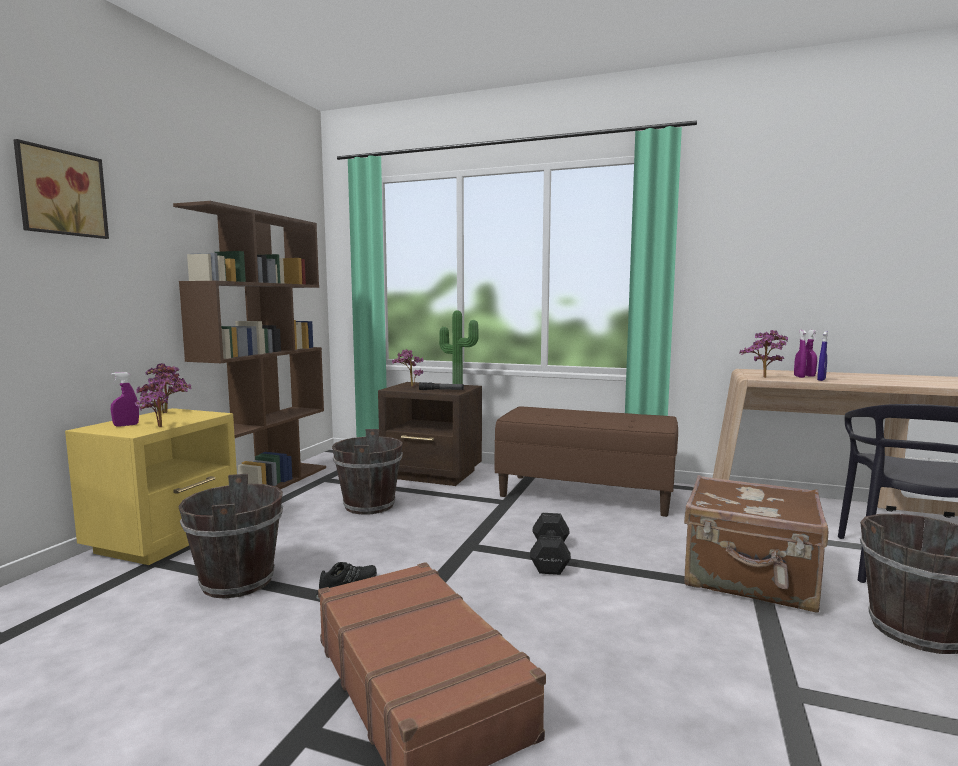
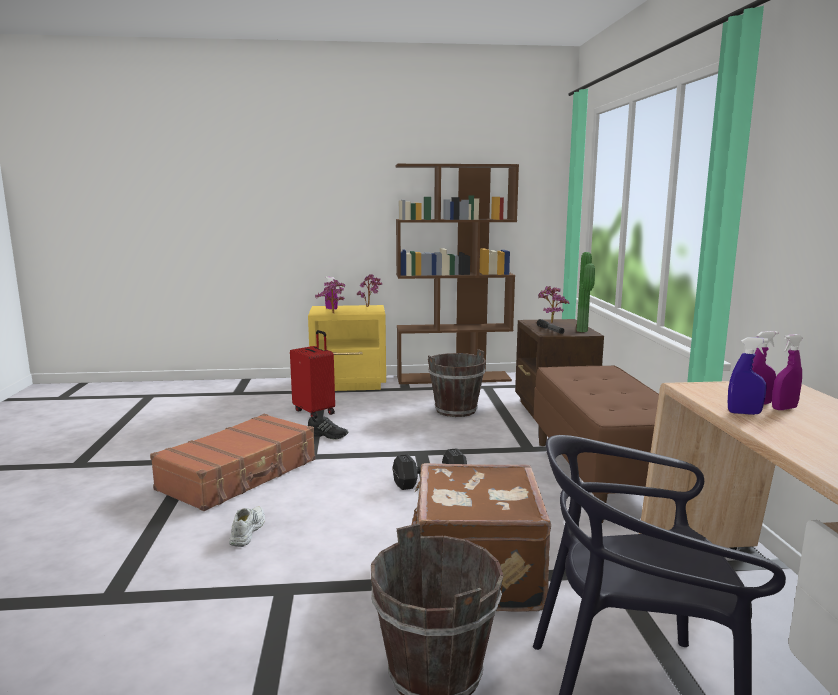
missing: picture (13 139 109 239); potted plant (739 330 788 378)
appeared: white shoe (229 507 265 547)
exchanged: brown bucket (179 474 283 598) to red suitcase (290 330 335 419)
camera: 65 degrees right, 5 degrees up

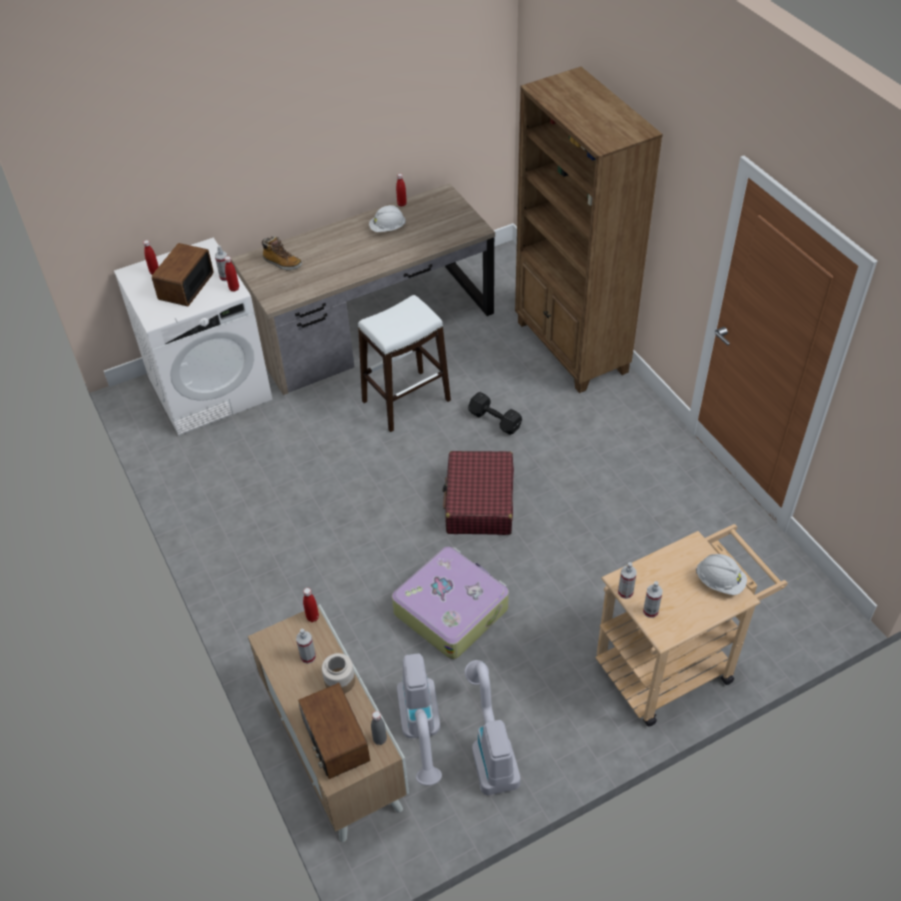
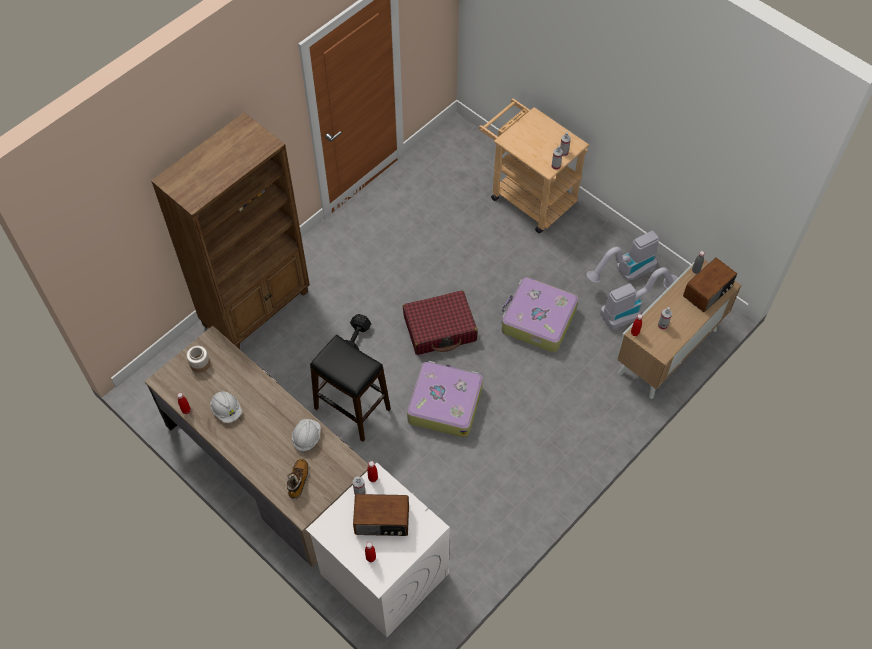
appeared: suitcase (407 361 483 438)
relocated: jar (322 653 355 694) to (186 346 210 373); white hard hat (696 554 747 595) to (292 419 321 453)
colour: white stool (358 295 451 432) to black stool (310 335 391 442)
camera: 110 degrees left, 10 degrees up

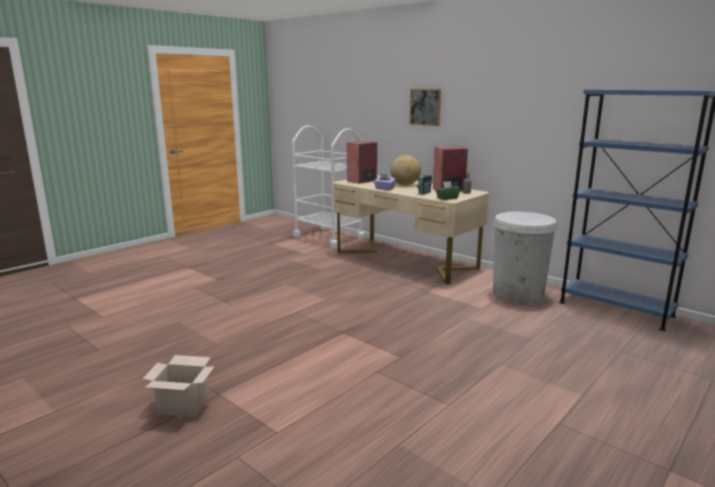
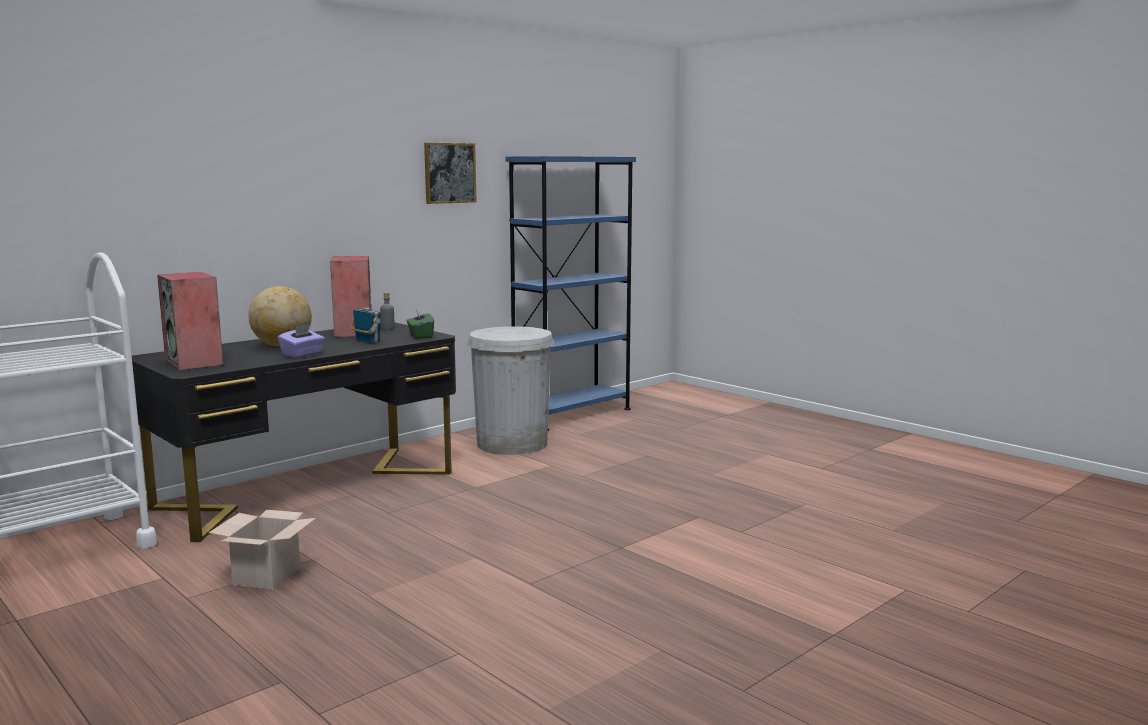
relocated: cardboard box (142 355 215 417) to (209 510 316 589); picture (410 89 441 126) to (424 143 477 204)
colour: beige desk (333 175 489 284) to black desk (132 322 456 542)
camera: 85 degrees left, 5 degrees down

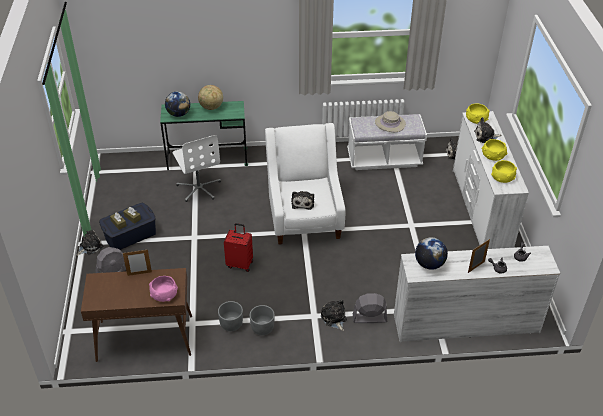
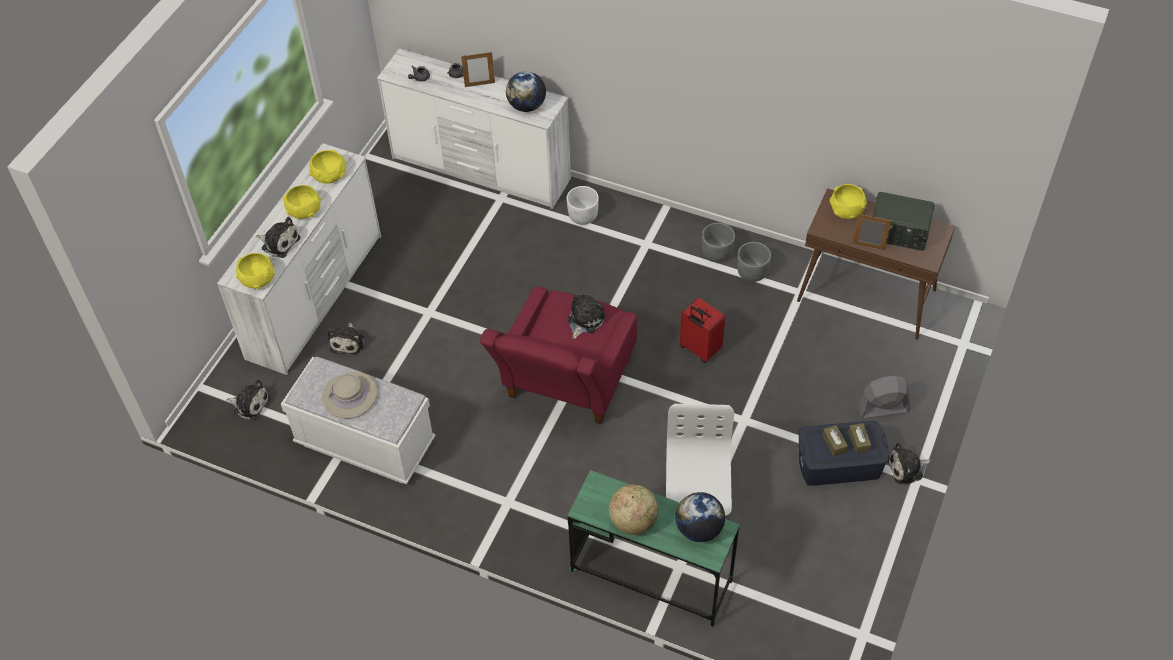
appeared: radio (873 192 935 251)
relocated: plush toy (321 300 347 331) to (327 322 364 355)
exchanged: grey fan (353 293 387 323) to white planter (567 186 599 225)
colour: pink bowl (149 276 178 302) to yellow bowl (830 184 867 219); white armchair (265 123 345 245) to red armchair (480 286 637 424)
camera: 150 degrees left, 10 degrees up

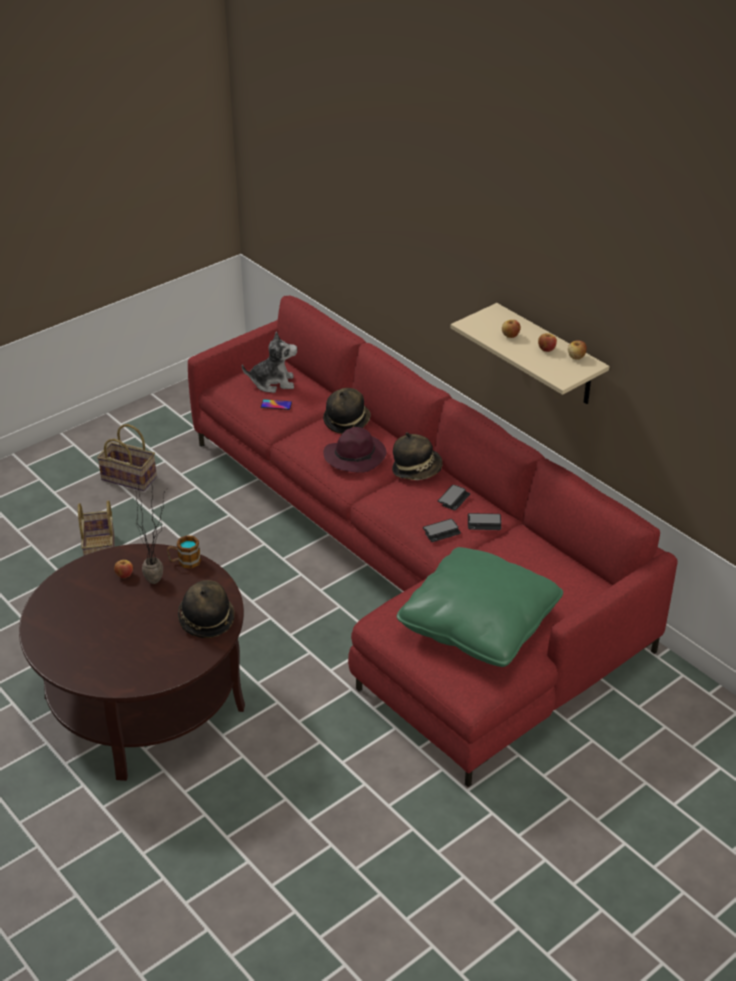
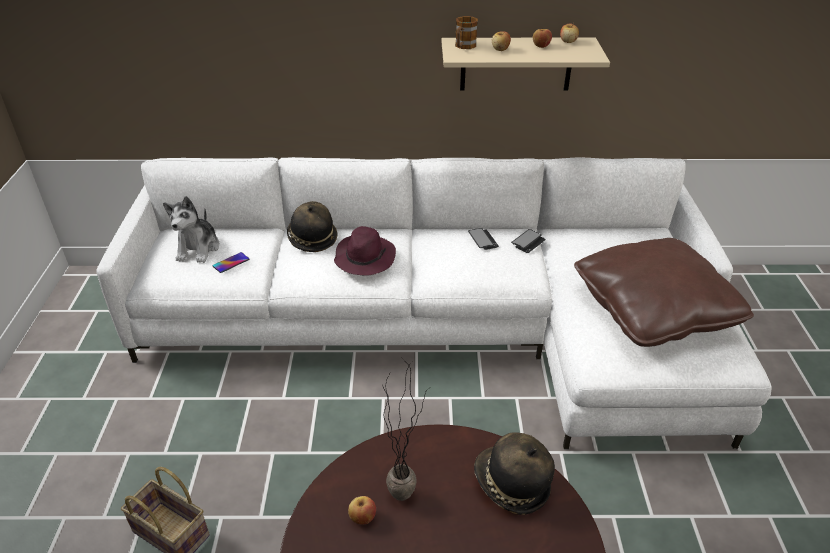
missing: basket (97 424 157 491); hat (392 432 443 480); phone (423 519 461 542)
relocated: mug (167 535 201 569) to (455 16 478 49)
colour: red sofa (188 296 678 787) to white sofa (97 157 771 449); green pillow (397 547 563 667) to brown pillow (574 238 754 347)
spun: plush toy (242 331 297 393) = (163 196 219 263) 150 degrees clockwise
camera: 50 degrees left, 0 degrees up

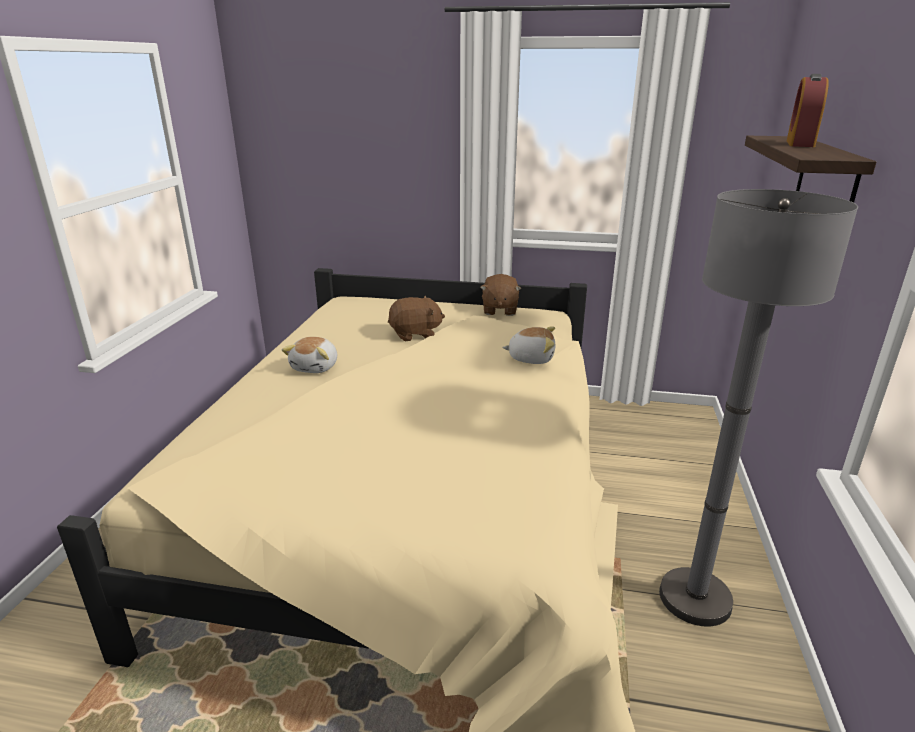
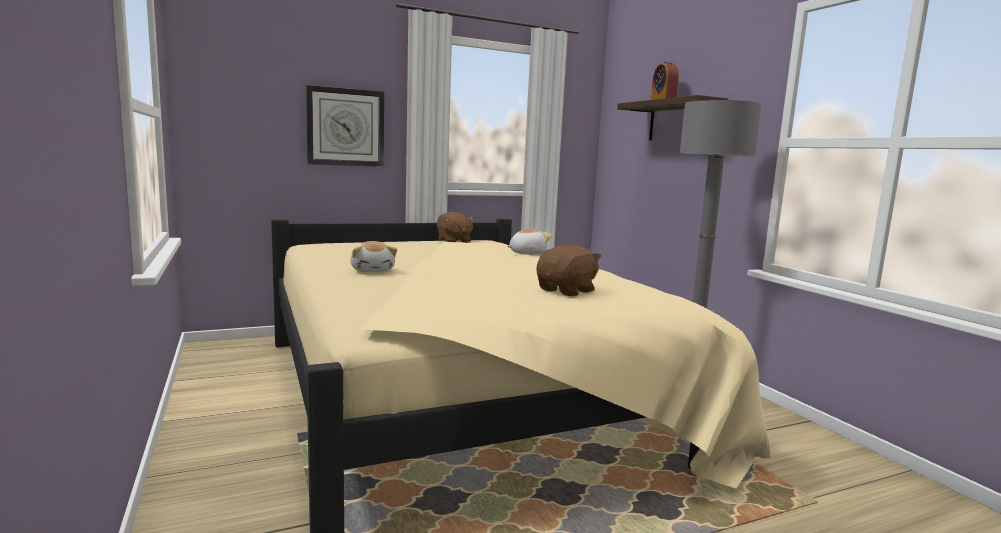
appeared: wall clock (306 85 384 167)
relocated: brown plush toy (388 296 445 341) to (537 246 602 296)
camera: 35 degrees left, 15 degrees down

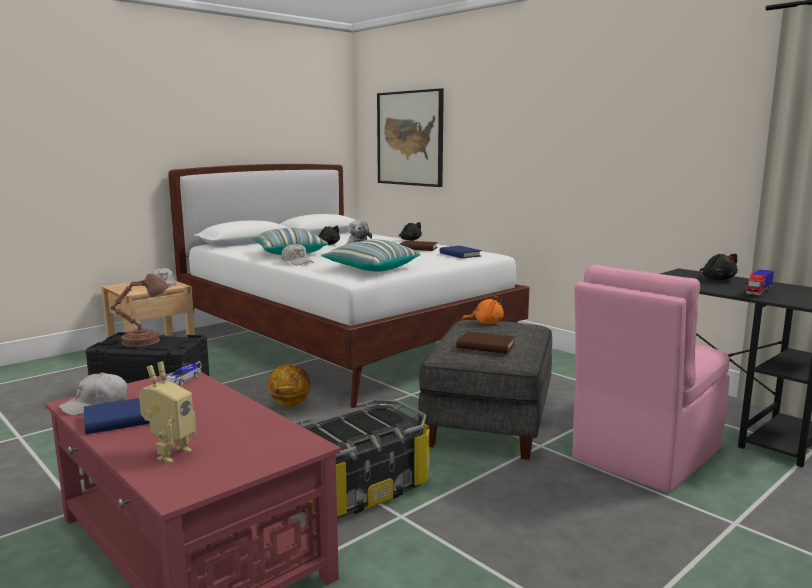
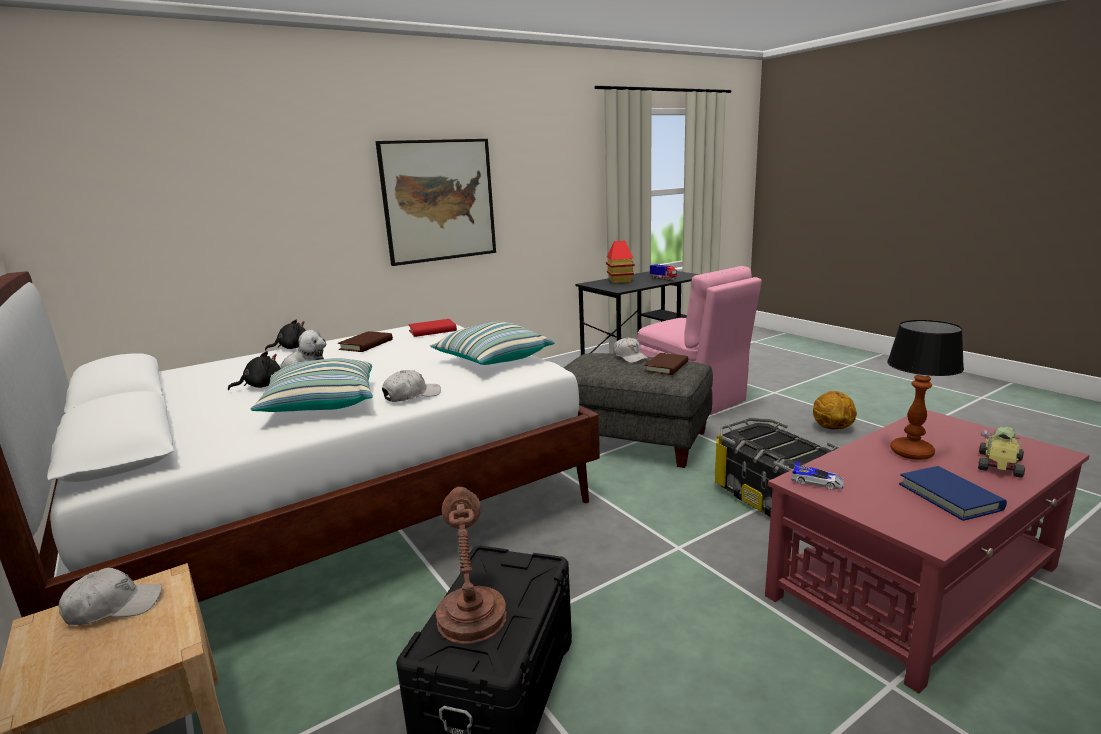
missing: orange plush toy (462 296 504 324)
appeared: table lamp (887 320 964 460)
relocated: white cap (58 373 128 416) to (613 337 649 363); basketball (267 364 311 407) to (813 391 857 430); picture (377 88 444 187) to (375 139 496 266)
exchanged: toy robot (139 361 196 463) to toy car (978 427 1025 478); black plush toy (699 254 738 280) to toy house (606 241 635 283)
colour: blue book (439 246 482 258) to red book (408 319 457 337)
camera: 80 degrees left, 5 degrees up

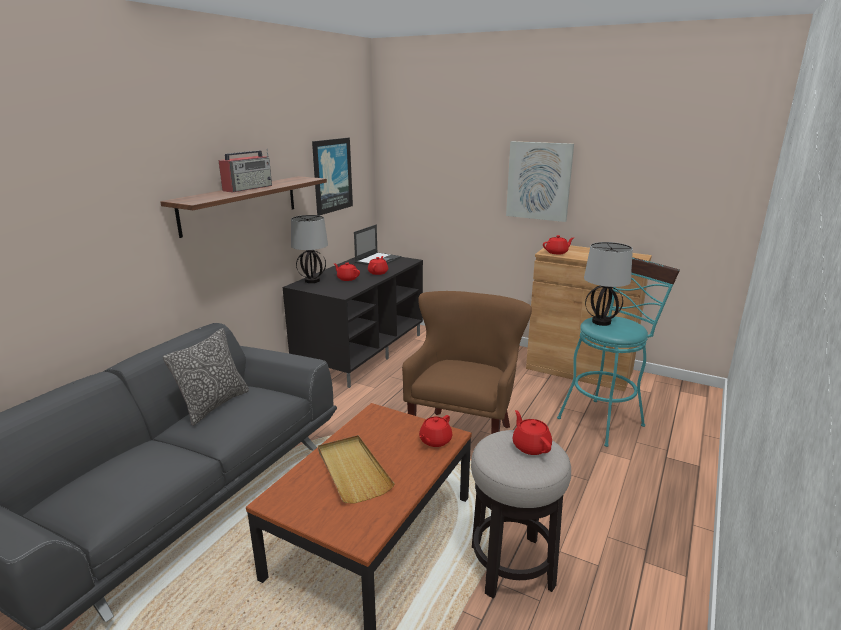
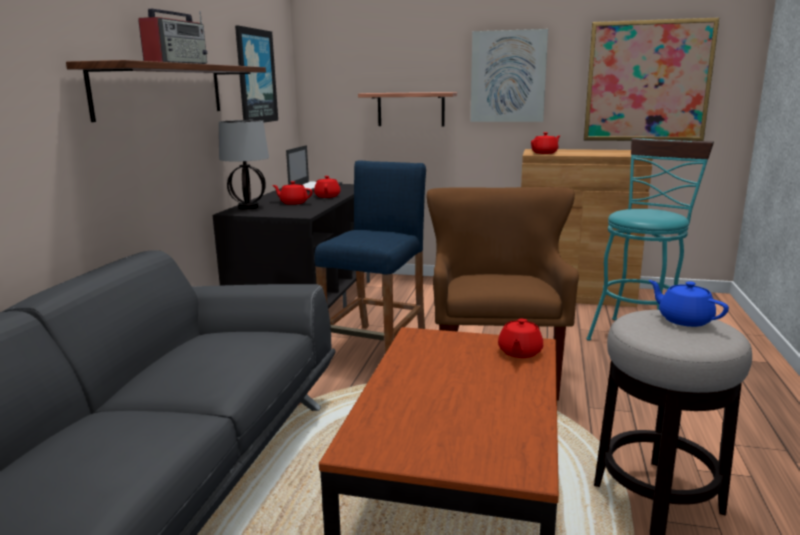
missing: pillow (163 328 249 426); beige tray (318 435 395 504); table lamp (584 242 633 326)
appeared: blue stool (314 161 426 353); shelf (358 92 457 126); picture (584 17 720 141)
colour: red teapot (512 410 552 455) to blue teapot (648 280 729 327)
camera: 15 degrees left, 5 degrees down

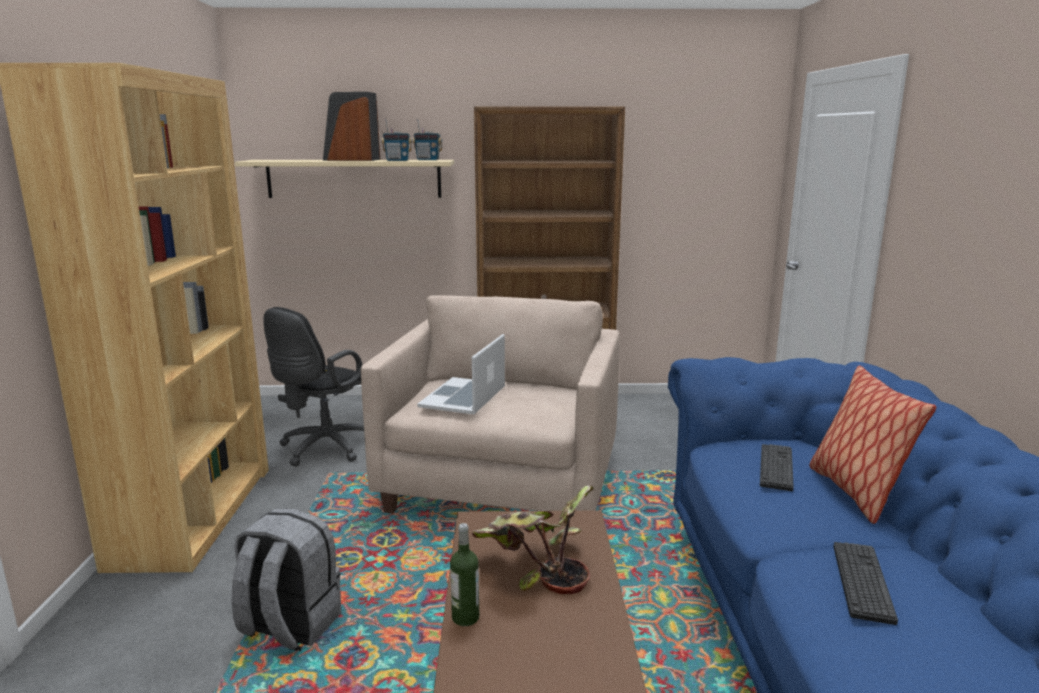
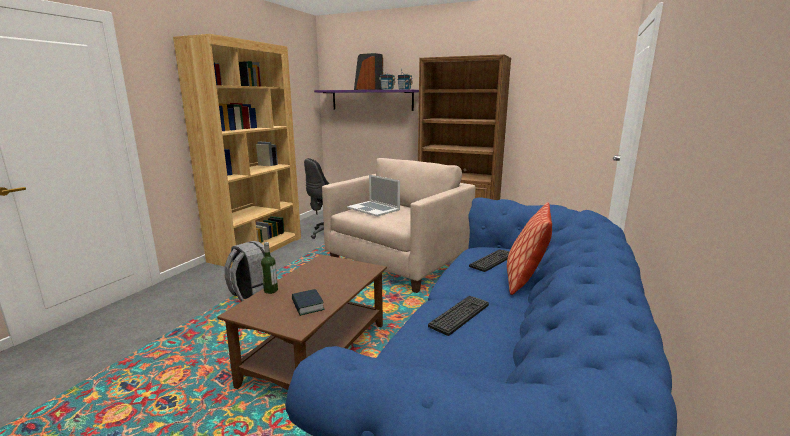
missing: potted plant (471 485 594 594)
appeared: book (292 289 324 316)
colour: beige shelf (235 160 454 198) to purple shelf (314 90 419 111)
spun: laptop (417 334 505 414) = (347 175 400 217) 90 degrees counterclockwise
camera: 25 degrees right, 0 degrees up

